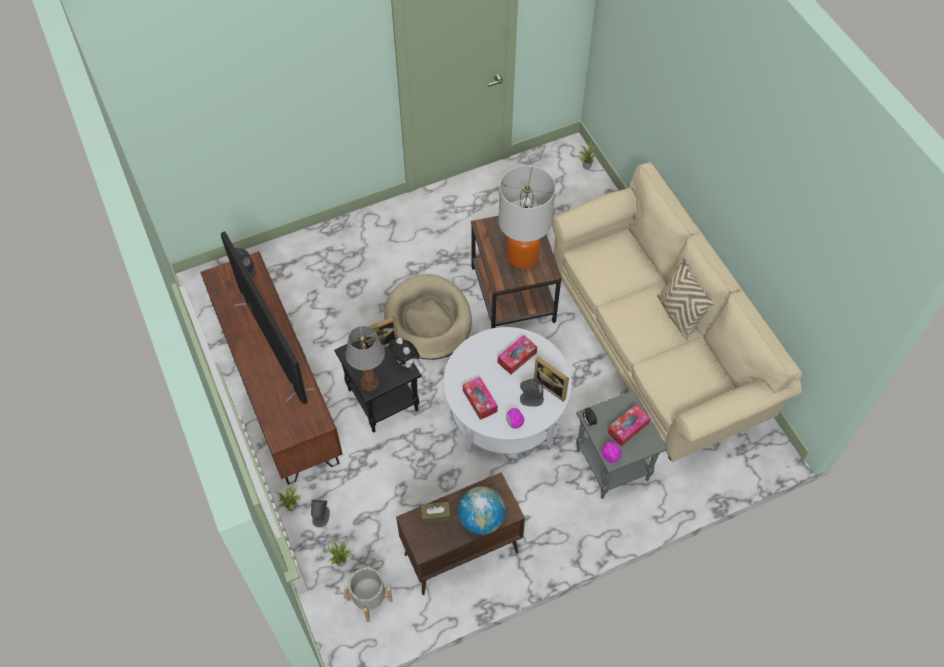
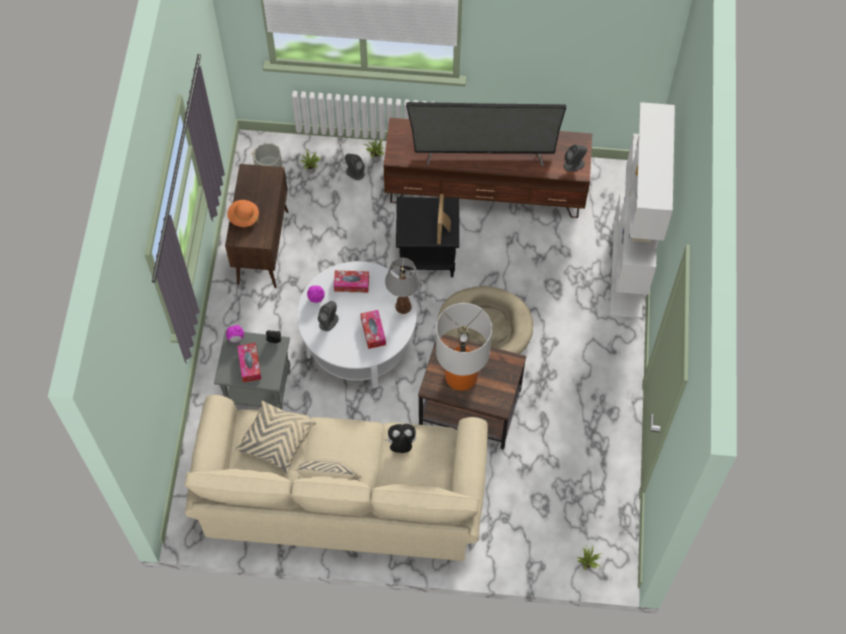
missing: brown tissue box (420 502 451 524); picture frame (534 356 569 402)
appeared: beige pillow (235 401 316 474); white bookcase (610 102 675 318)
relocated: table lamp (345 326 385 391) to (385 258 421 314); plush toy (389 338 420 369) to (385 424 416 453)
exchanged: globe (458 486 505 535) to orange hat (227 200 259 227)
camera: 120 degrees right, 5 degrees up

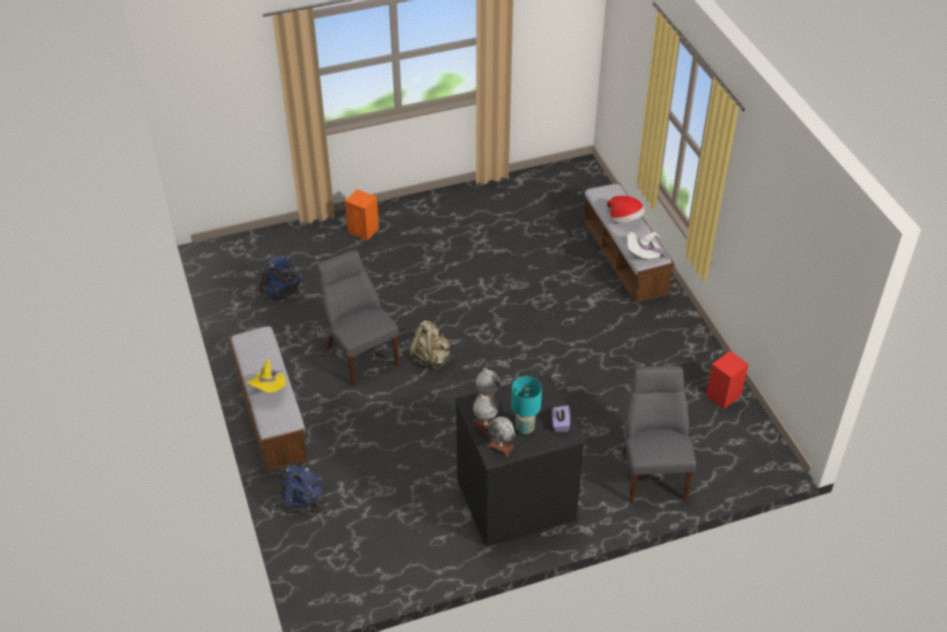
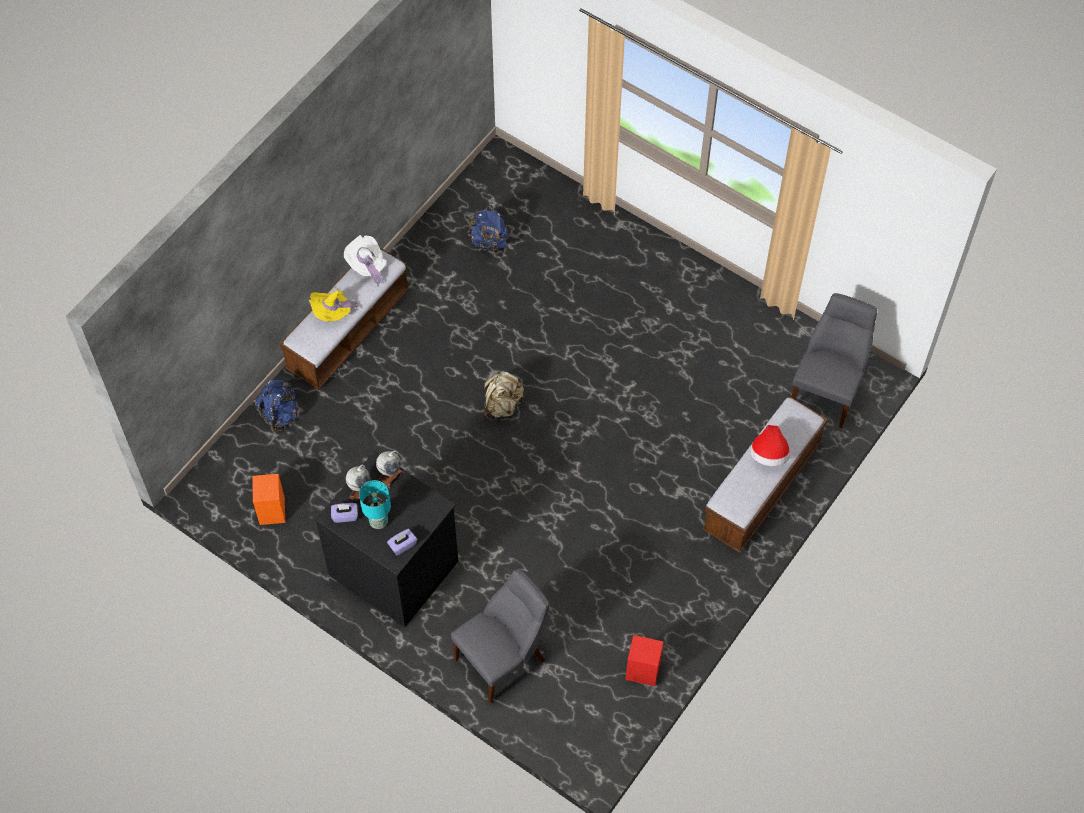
relocated: grey chair (318 250 399 386) to (791 293 877 428); orange speaker (345 189 379 241) to (252 474 285 525); white hat (627 232 669 260) to (344 235 387 287)
exchanged: globe (487 417 515 457) to purple tissue box (331 503 358 523)
camera: 55 degrees right, 15 degrees up

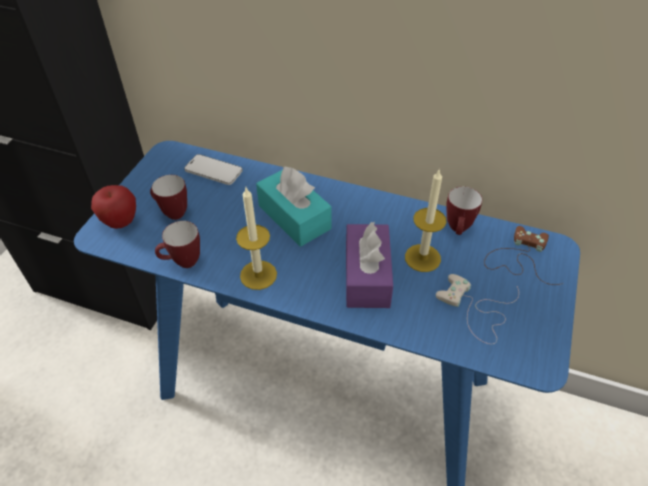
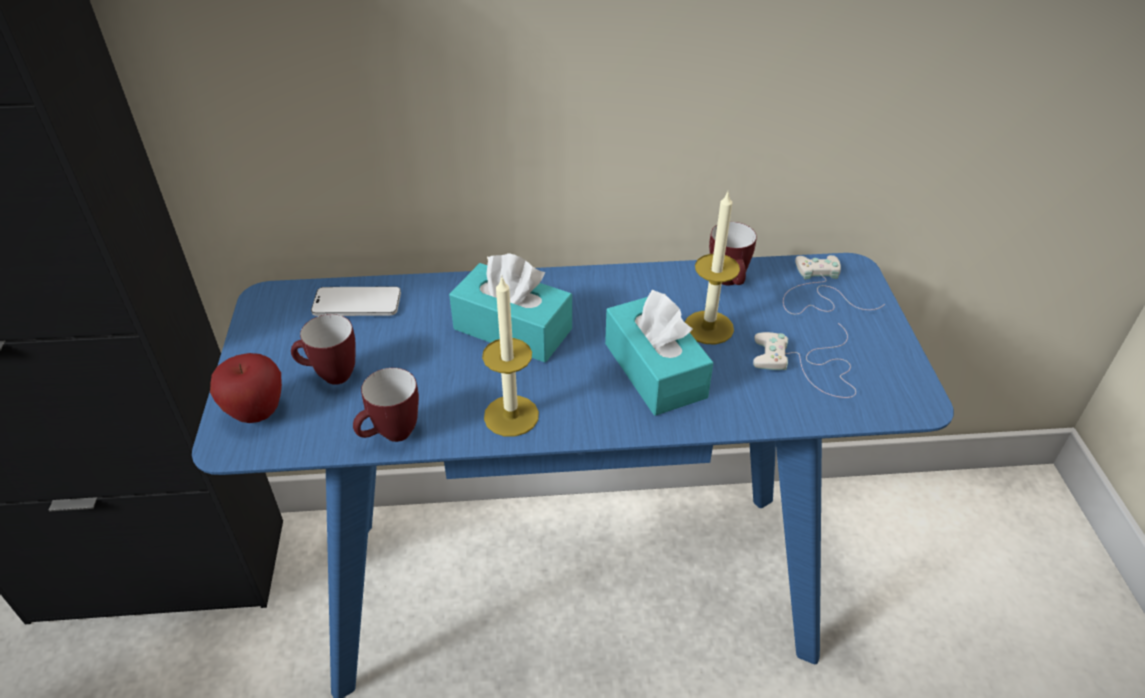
colour: purple tissue box (346 222 393 308) to turquoise tissue box (605 290 713 416); brown game controller (484 226 563 285) to white game controller (783 255 885 315)
camera: 25 degrees left, 5 degrees down

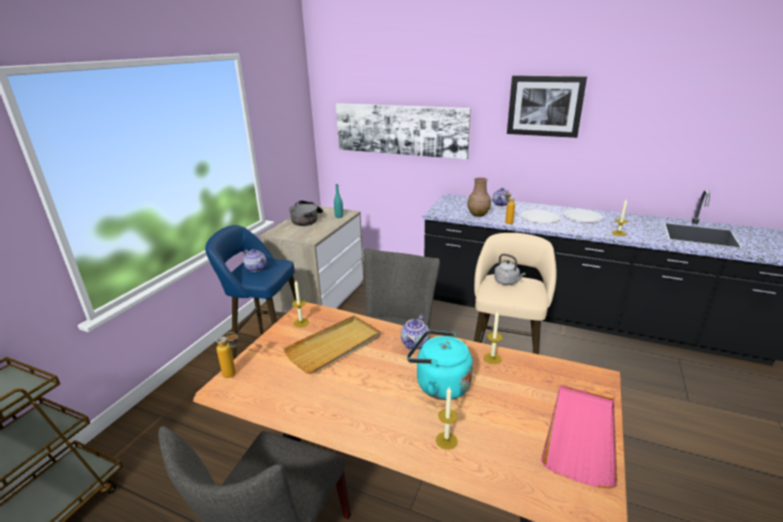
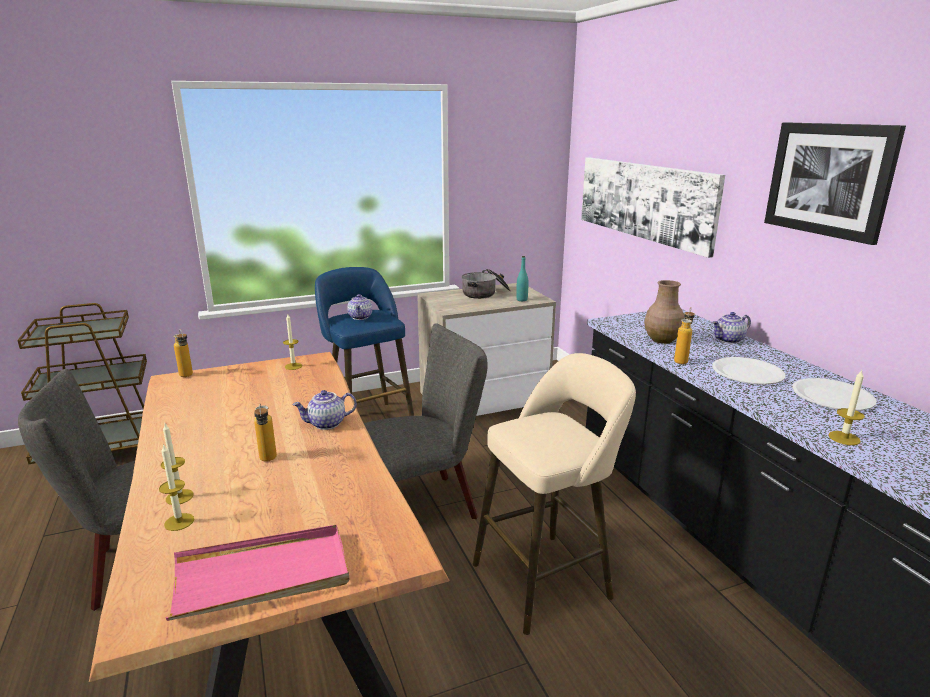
missing: beige tray (283 316 380 374); grey kettle (494 254 525 285)
relocated: candle (484 312 503 364) to (159 444 194 531)
exchanged: turquoise kettle (407 330 473 400) to bottle (254 403 277 462)
camera: 45 degrees right, 5 degrees down

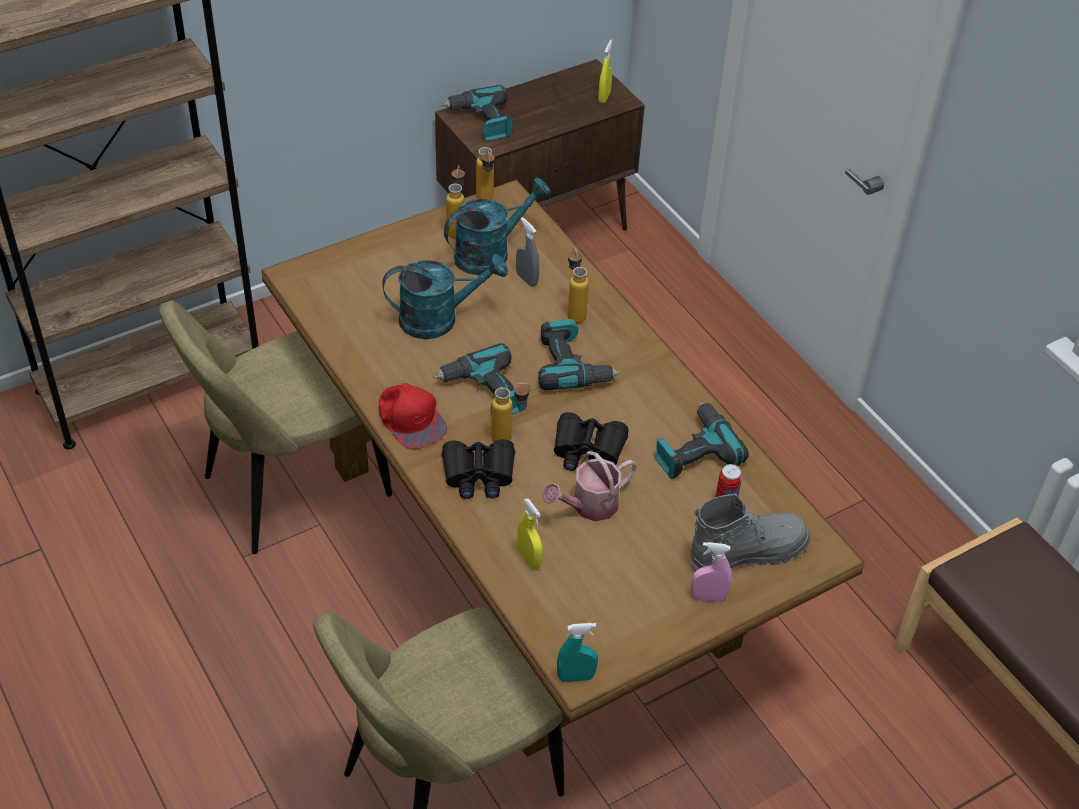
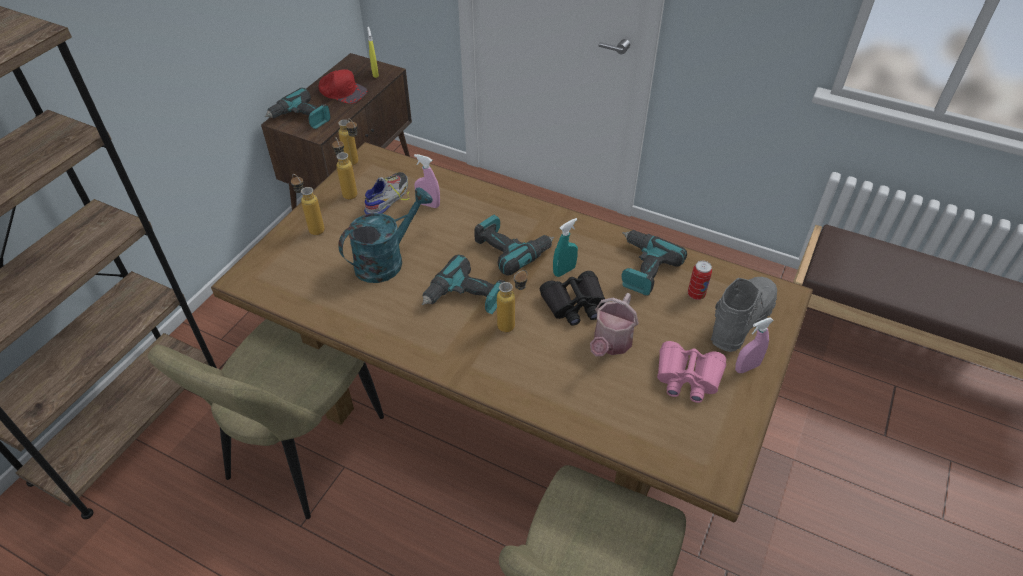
missing: black binoculars (442 439 515 499); yellow spray bottle (517 498 543 569)
appeared: pink binoculars (657 341 726 403)
relocated: red cap (379 383 447 449) to (318 69 368 104); turquoise spray bottle (557 623 598 682) to (553 218 578 277); bottle (568 247 589 323) to (291 174 325 235)
exchanged: turquoise watering can (444 178 551 275) to shoe (364 172 410 214)
colour: grey spray bottle (516 217 539 287) to pink spray bottle (414 154 440 208)
camera: 30 degrees left, 0 degrees up

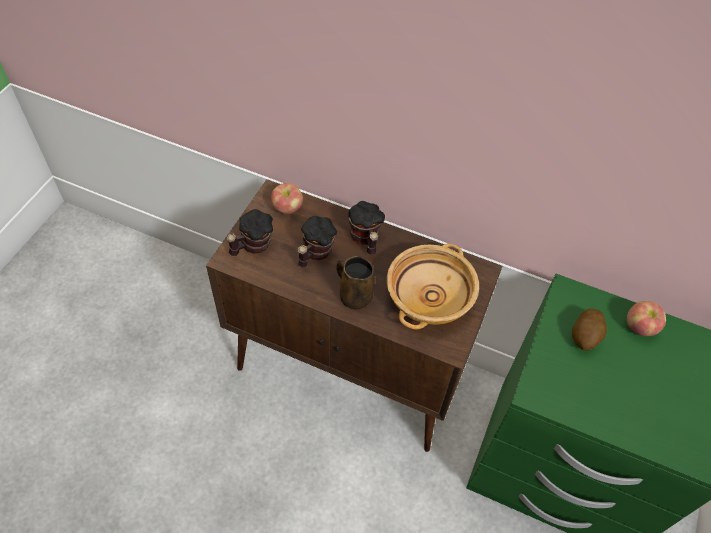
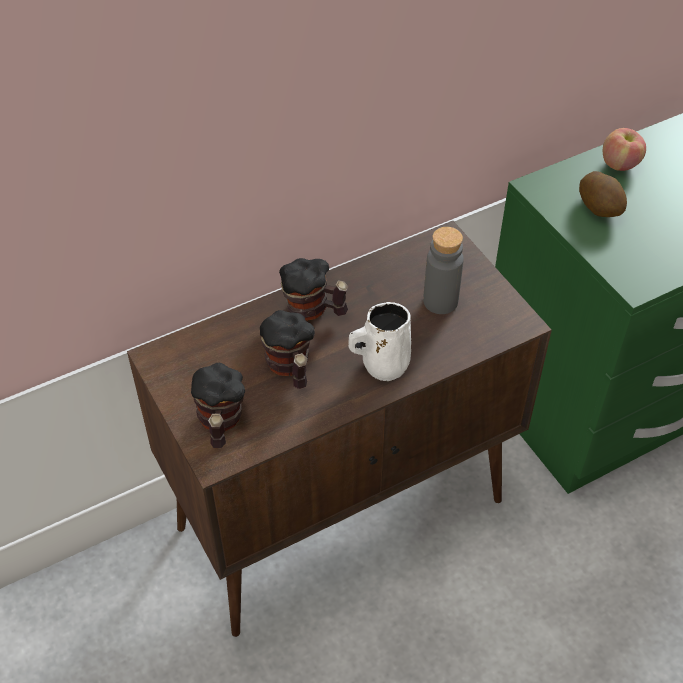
missing: apple (271 183 303 214)
exchanged: beige bowl (387 244 479 330) to grey bottle (423 227 464 314)
colour: brown mug (337 256 375 310) to white mug (348 302 411 381)
camera: 50 degrees left, 5 degrees down

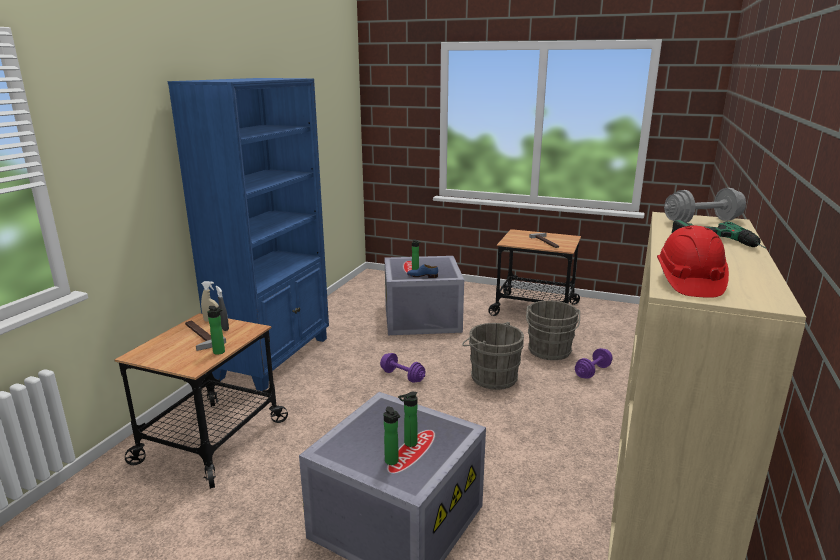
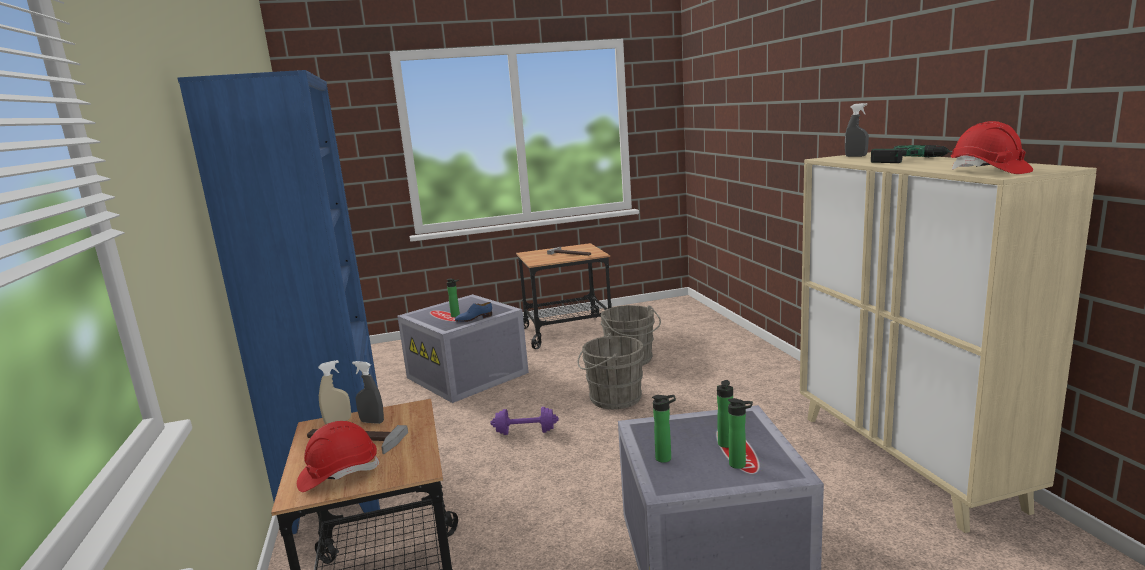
missing: purple dumbbell (575 348 612 379)
appeared: red hard hat (297 421 379 492)
relocated: bottle (207 306 225 355) to (652 395 676 463)
exchanged: grey dumbbell (664 188 746 223) to grey spray bottle (845 103 869 157)
camera: 35 degrees left, 5 degrees down

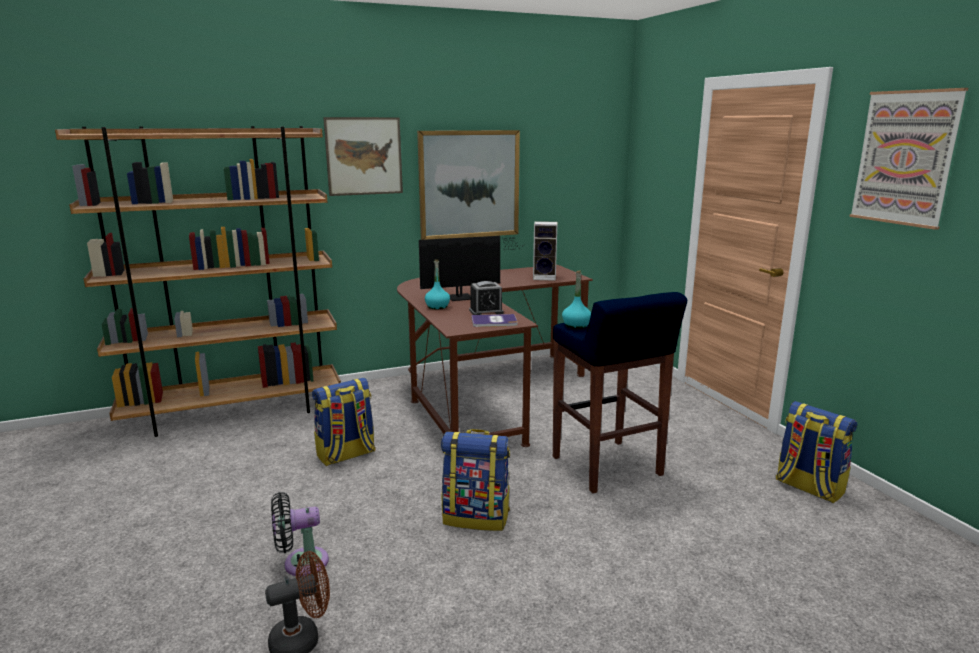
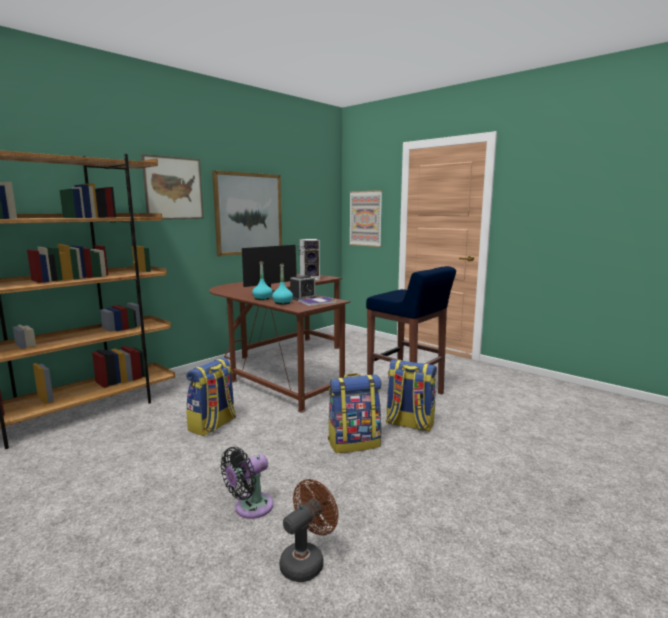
relocated: turquoise bottle (562 271 591 329) to (272 264 293 305); backpack (776 401 857 504) to (386 359 437 432); picture (849 88 968 230) to (349 190 382 247)
camera: 25 degrees left, 5 degrees down

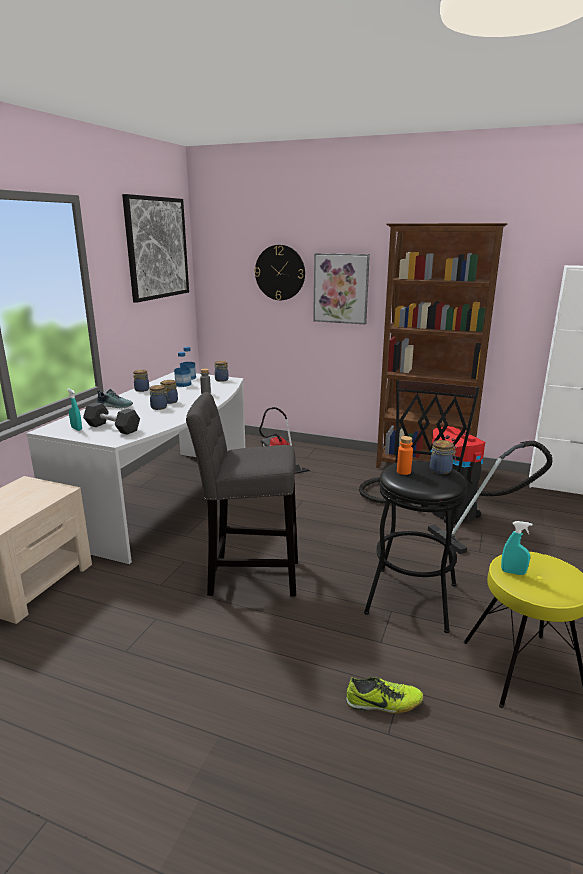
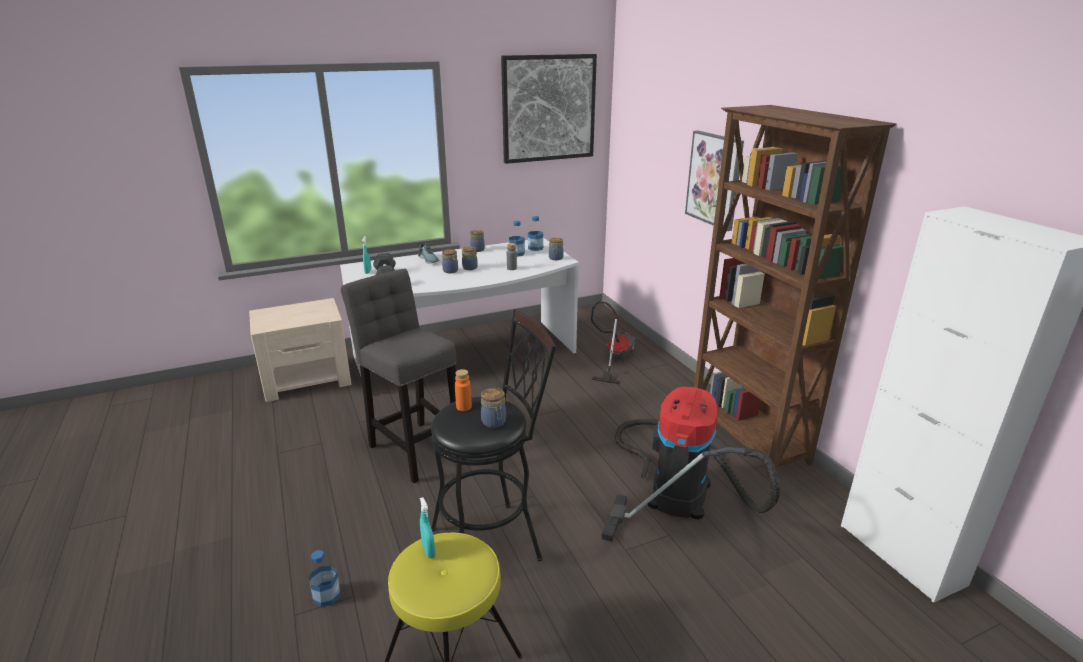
missing: wall clock (255 245 305 300)
exchanged: shoe (346 677 423 713) to bottle (309 550 340 607)
camera: 45 degrees right, 5 degrees up

